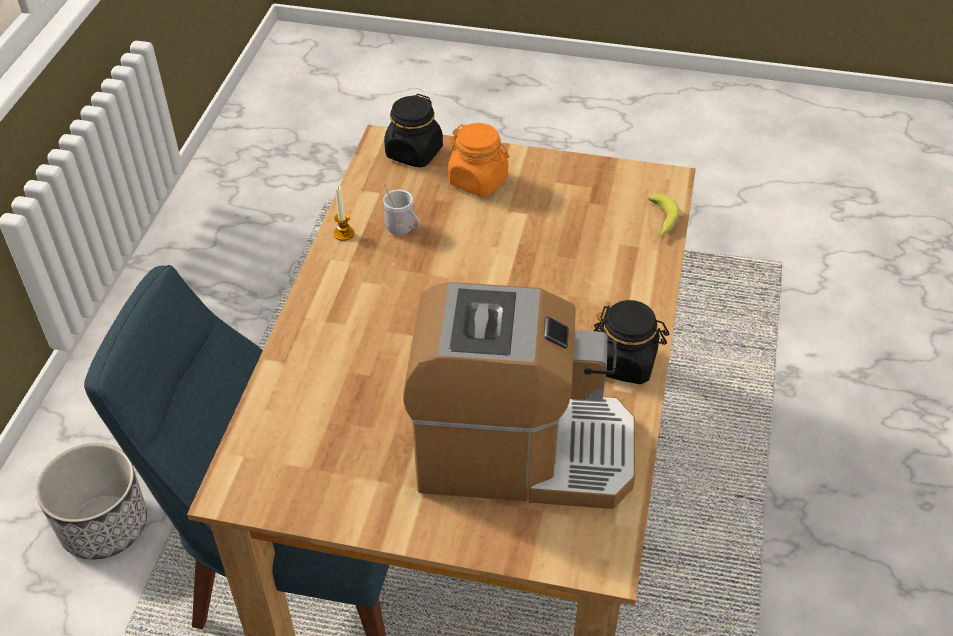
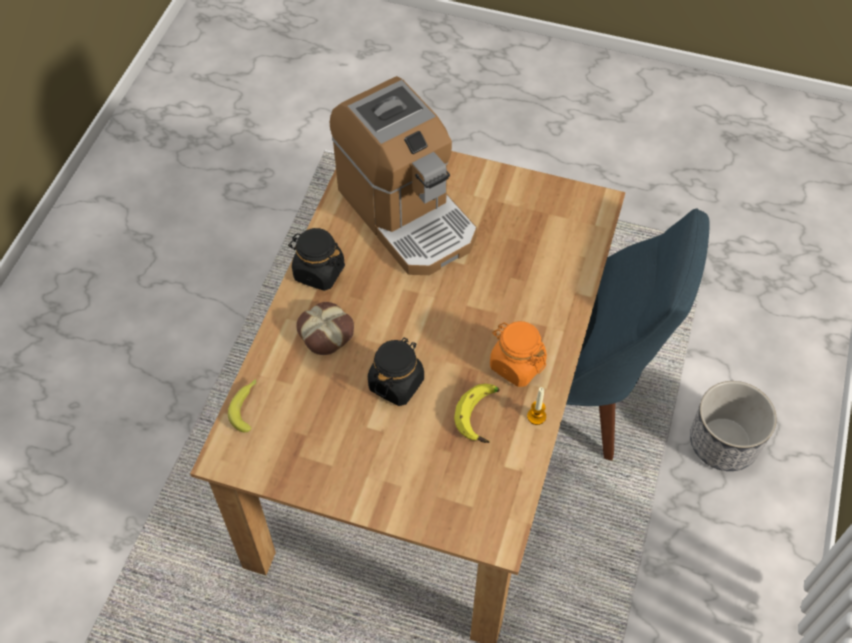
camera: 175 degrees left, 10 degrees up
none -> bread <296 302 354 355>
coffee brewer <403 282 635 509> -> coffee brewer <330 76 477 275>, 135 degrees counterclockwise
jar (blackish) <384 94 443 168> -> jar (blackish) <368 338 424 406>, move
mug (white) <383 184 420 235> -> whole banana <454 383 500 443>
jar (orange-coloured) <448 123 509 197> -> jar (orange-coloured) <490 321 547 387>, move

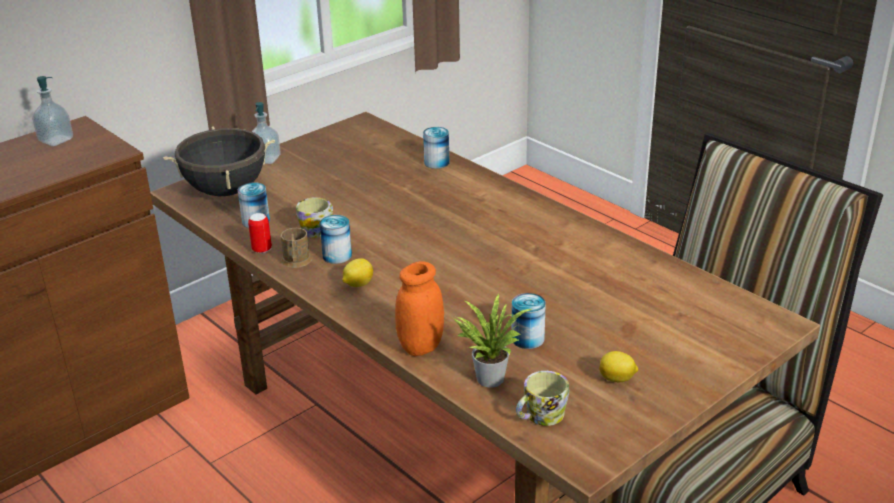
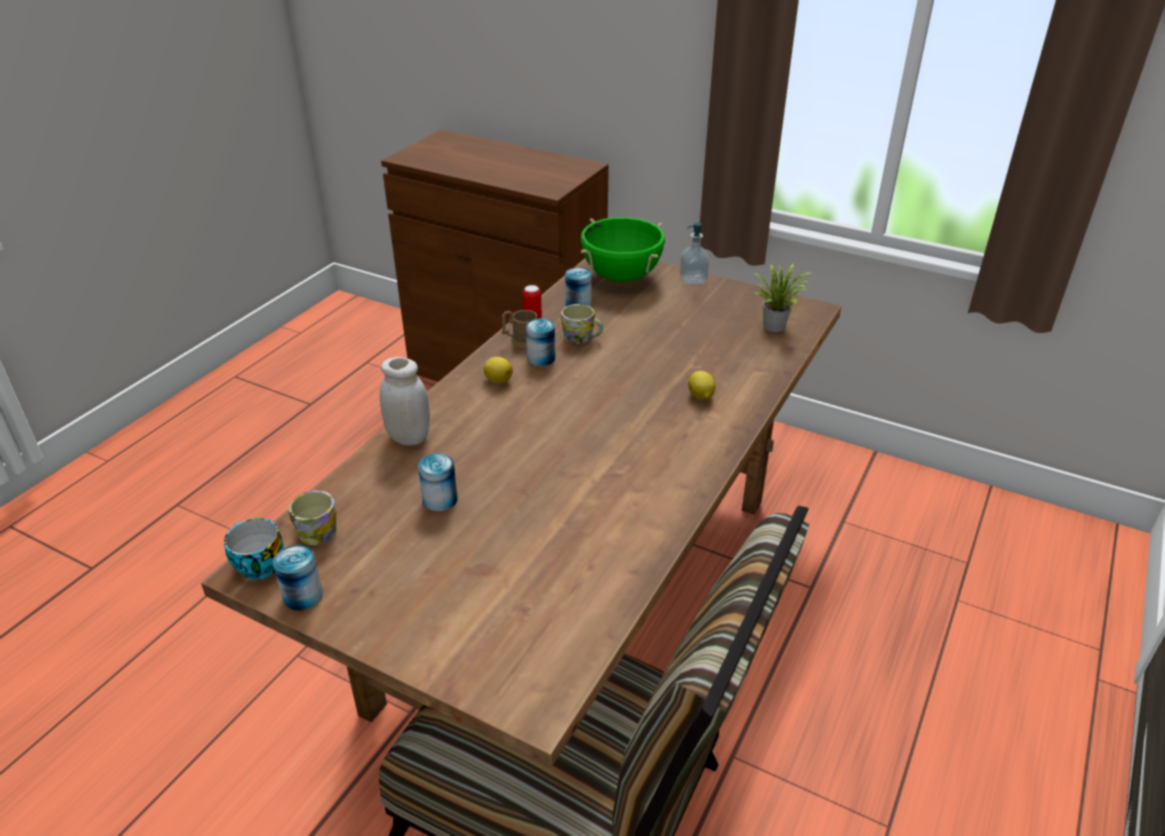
camera: 70 degrees right, 5 degrees up
none -> small cup <224 518 284 580>
sealed can <423 127 449 169> -> sealed can <273 545 323 611>, move
jar (orange-coloured) <395 261 444 356> -> jar (white) <380 357 430 446>
cooking pot (blackish) <163 127 275 196> -> cooking pot (greenish) <580 217 665 282>
lemon <599 351 638 382> -> lemon <688 371 716 400>, move
plant in a pot <454 294 531 388> -> plant in a pot <754 263 814 332>, move
soap dispenser <32 76 73 146> -> none

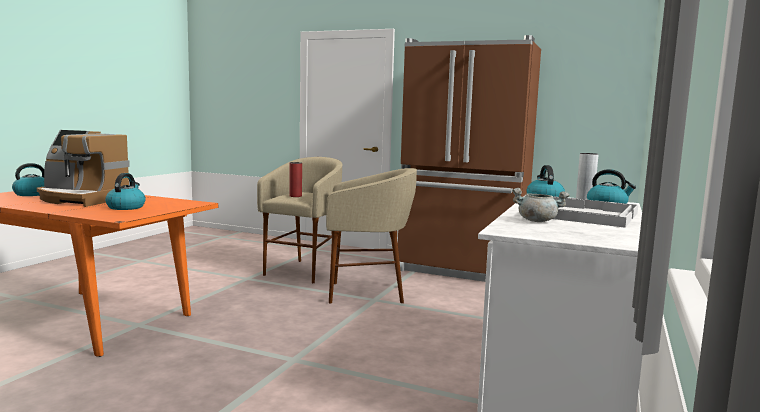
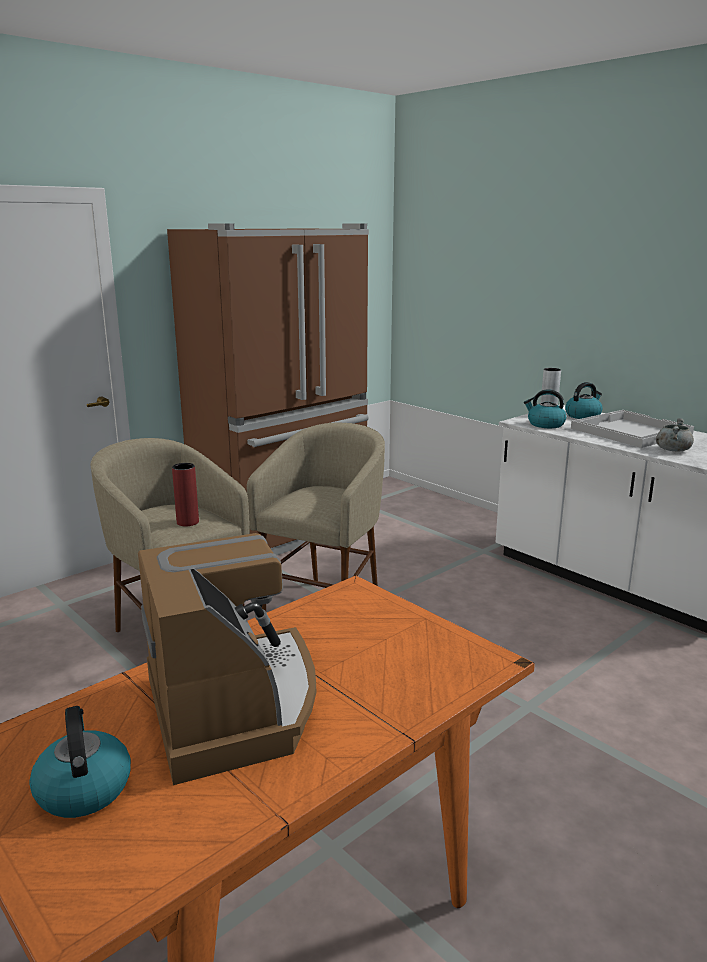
camera: 65 degrees left, 10 degrees up
coffee brewer <37 130 130 207> -> coffee brewer <138 533 316 785>, 60 degrees counterclockwise
water kettle <105 173 146 210> -> none

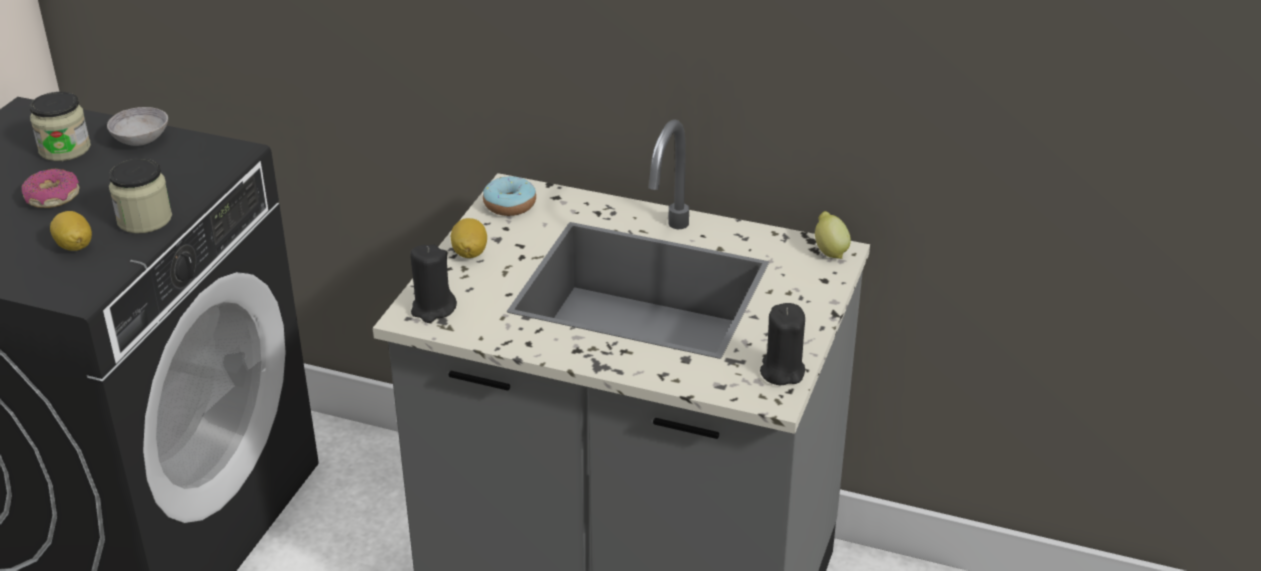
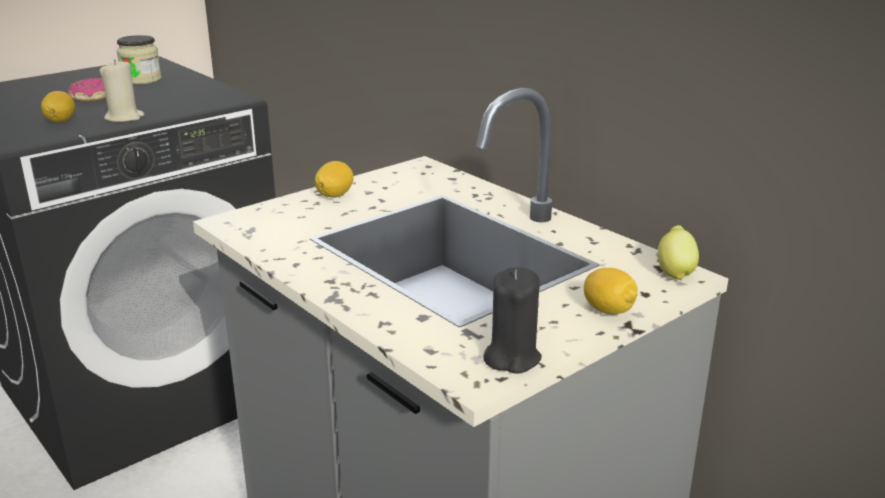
camera: 30 degrees right, 10 degrees down
jar <109 159 172 233> -> wax candle (beige-coloured) <100 59 144 122>
none -> lemon <584 268 638 314>
bowl (grey) <107 107 168 146> -> none
wax candle (blackish) <410 244 457 323> -> none
donut <483 176 536 216> -> none

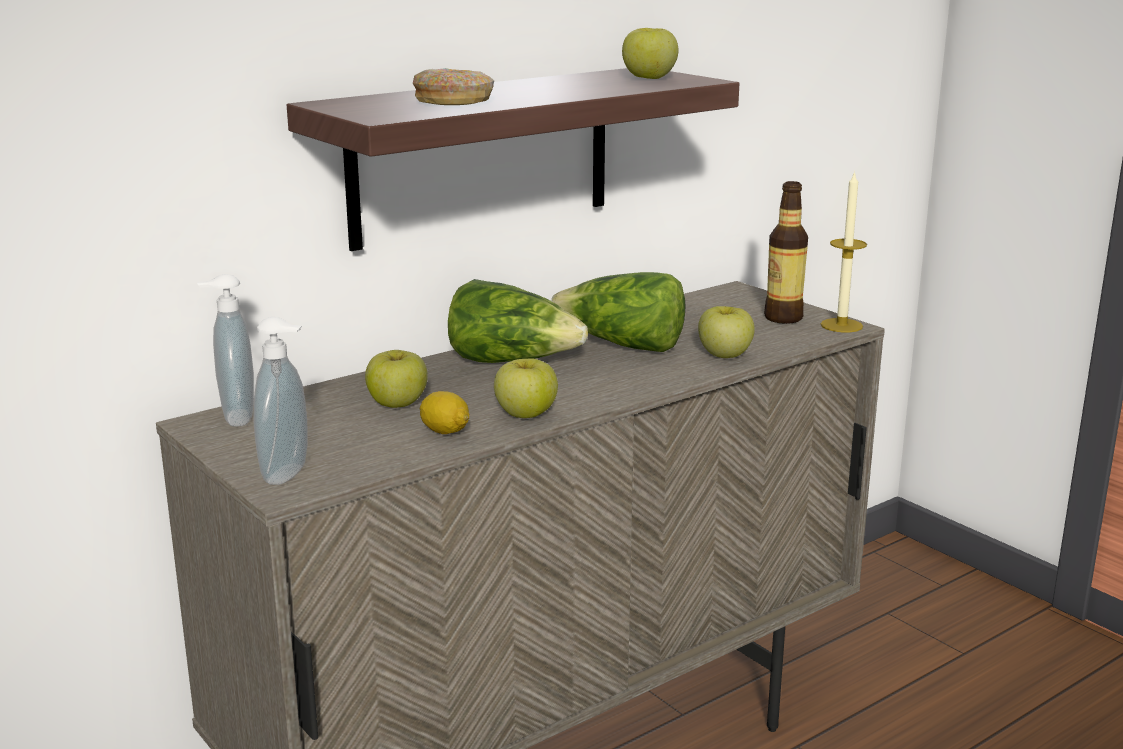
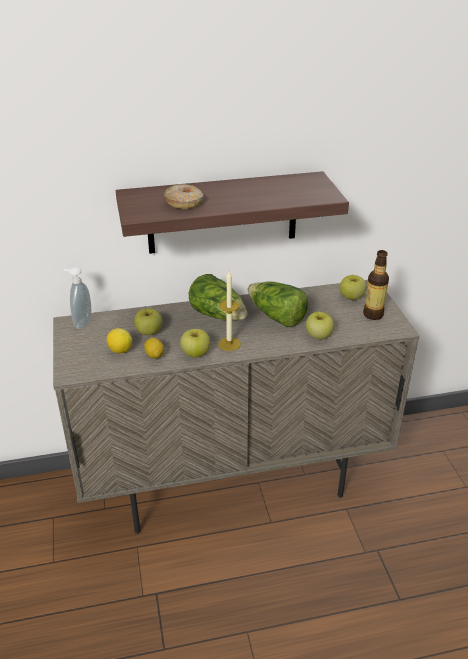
camera: 25 degrees right, 15 degrees up
none -> lemon <106 328 132 353>
wax candle <821 171 867 332> -> wax candle <218 272 241 351>, move
whole apple <622 28 678 79> -> whole apple <340 275 366 300>, move
soap dispenser <253 317 308 485> -> none

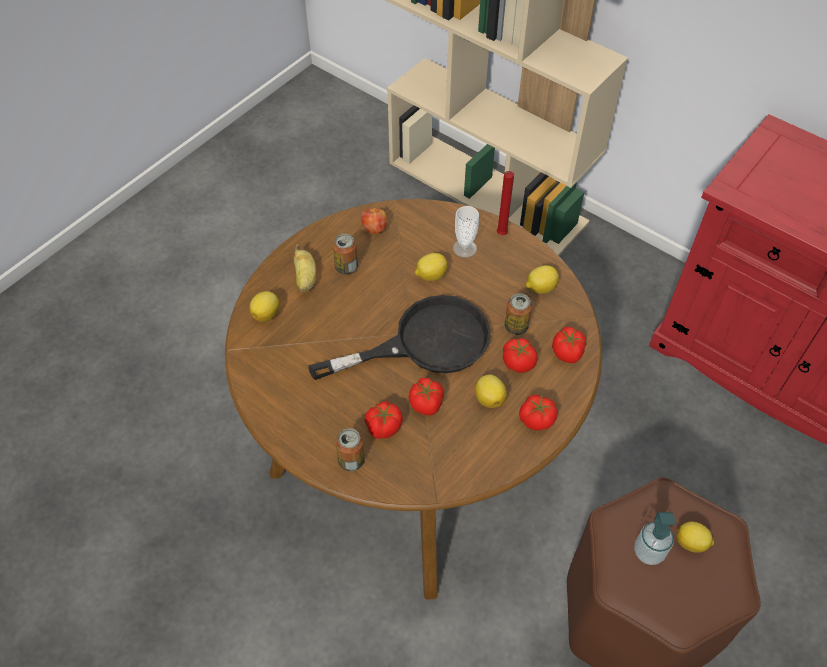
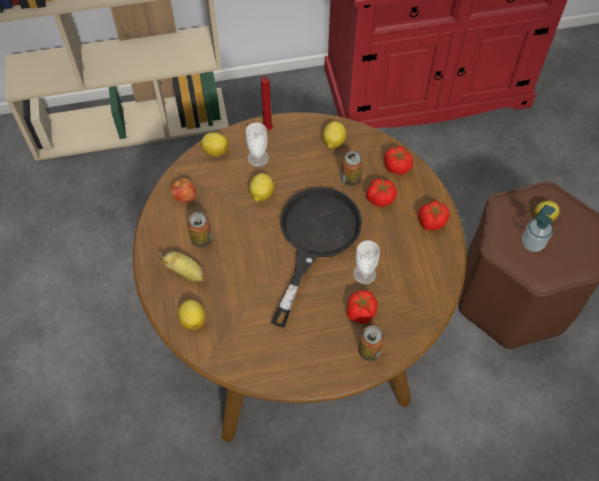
camera: 50 degrees left, 5 degrees up
lemon <475 374 507 408> -> lemon <200 132 229 157>, move
fresh tomato <409 378 444 416> -> small cup <353 240 380 284>

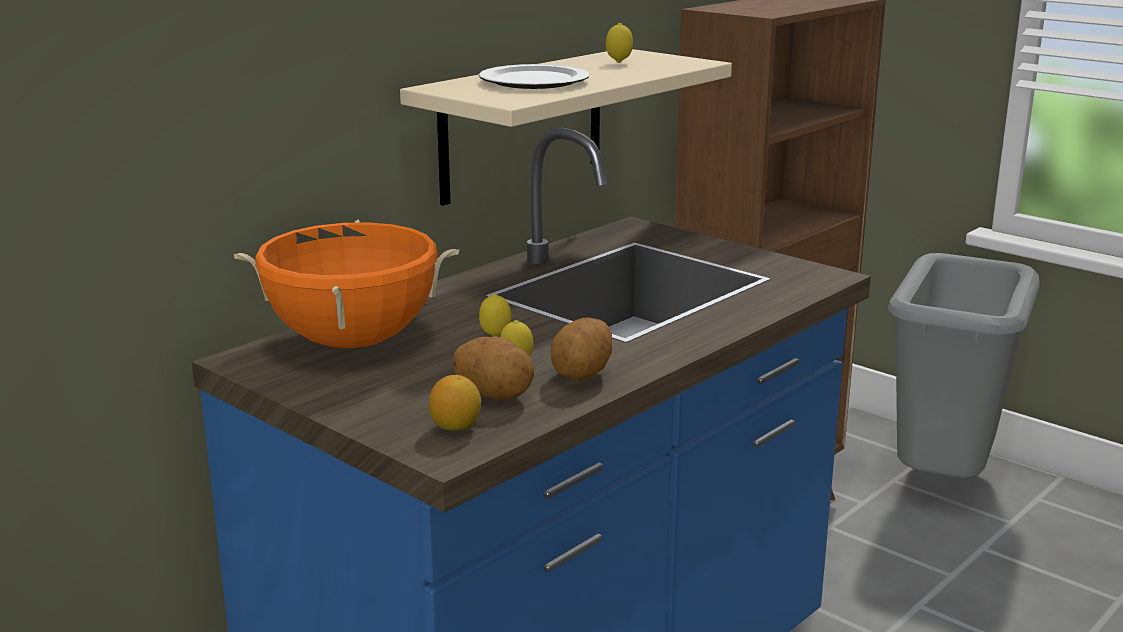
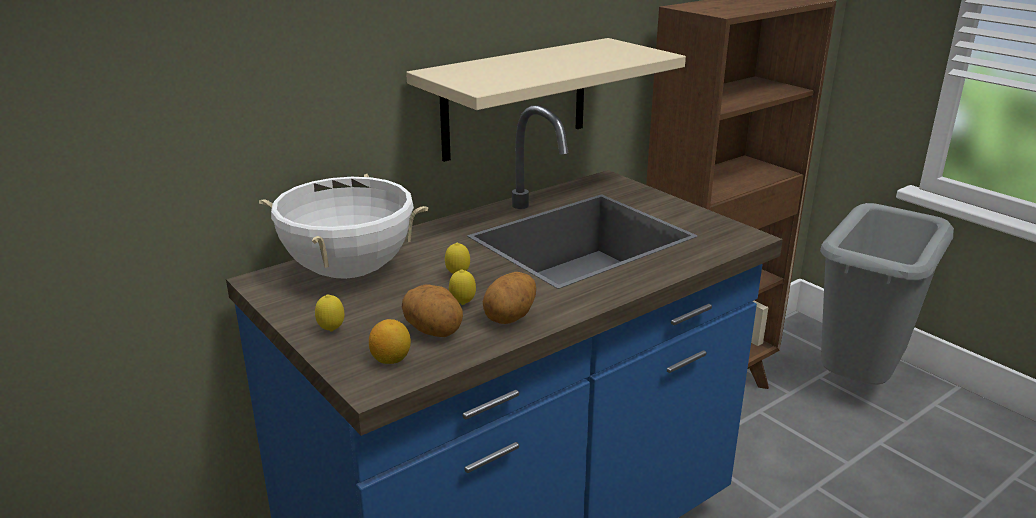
camera: 10 degrees right, 5 degrees up
cooking pot (orange-coloured) <234 220 459 348> -> cooking pot (white) <259 174 428 279>
lemon <606 23 633 63> -> lemon <315 294 344 331>, move
plate <479 64 590 89> -> none

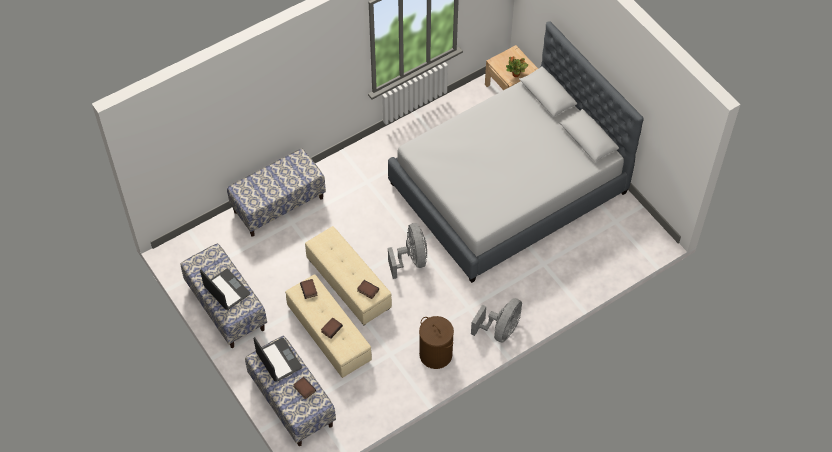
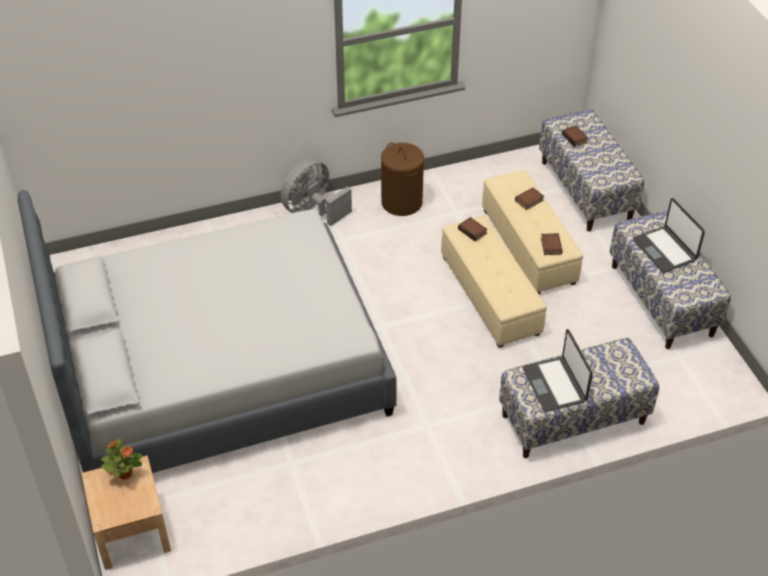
camera: 165 degrees left, 10 degrees down
portable computer <254 337 302 382> -> portable computer <523 329 593 412>, move
cooling fan (grey) <388 223 427 279> -> none

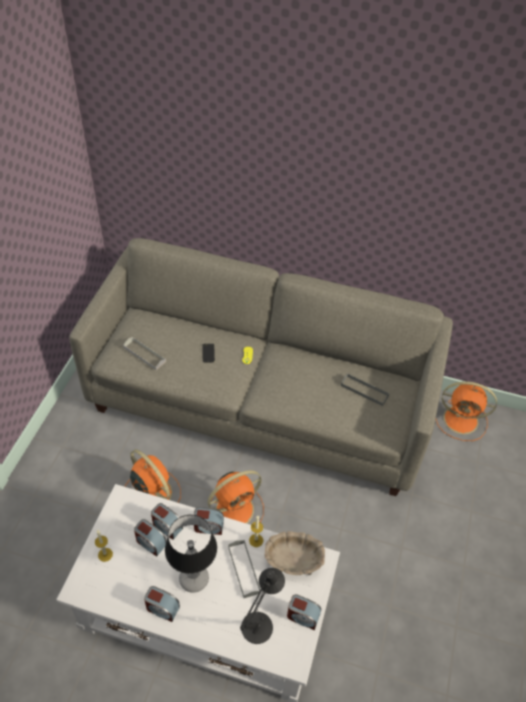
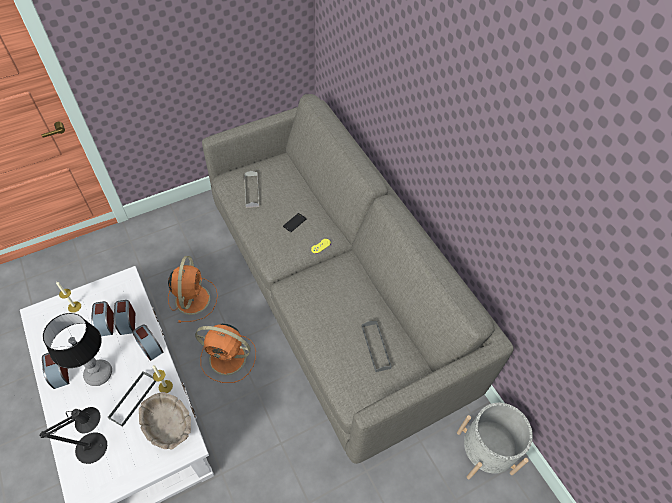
camera: 45 degrees right, 5 degrees up
cooling fan (orange-coloured) <436 382 497 441> -> planter (grey) <457 403 533 479>
table clock <287 594 321 630> -> none

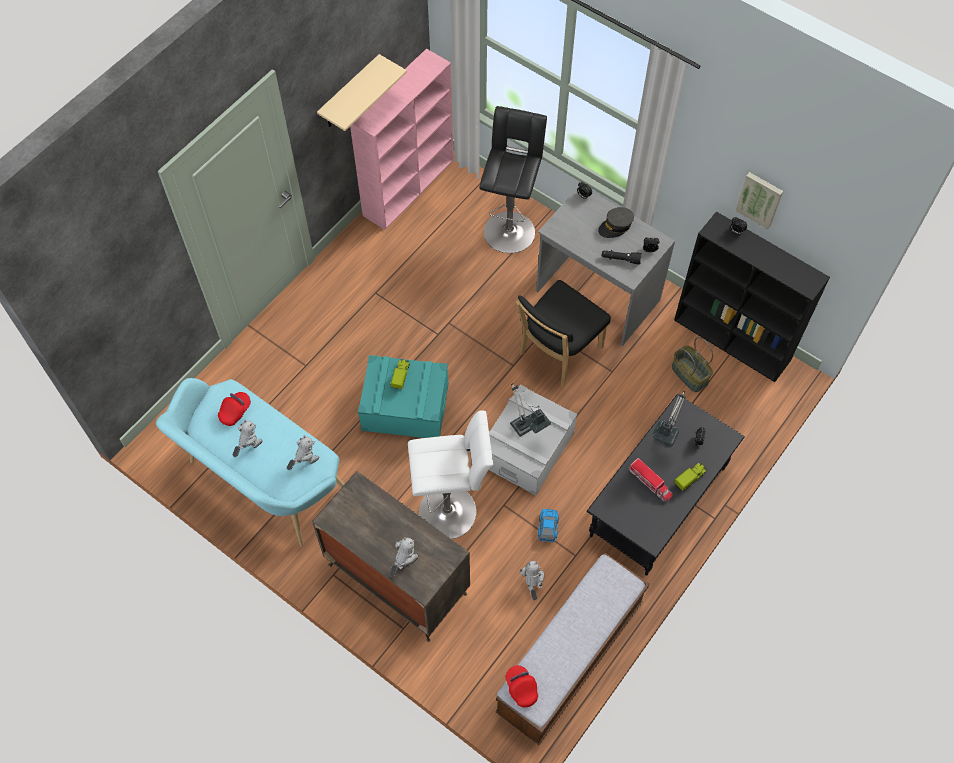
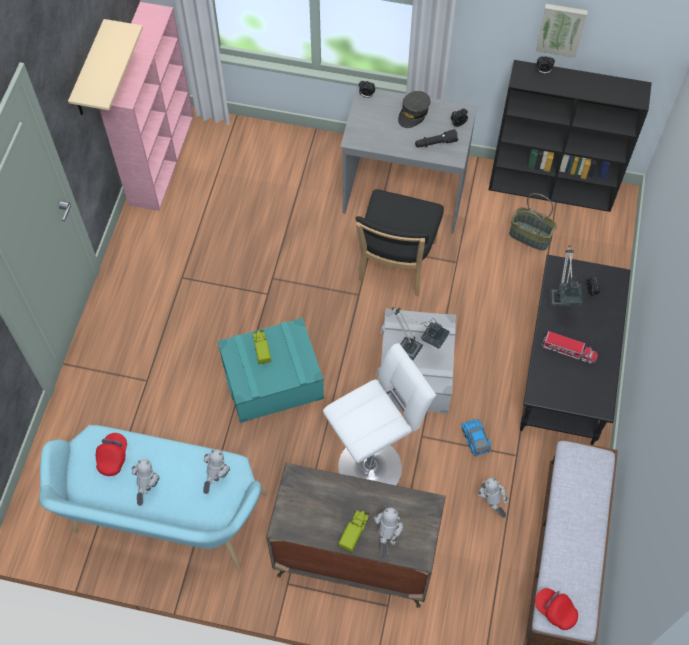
camera: 25 degrees left, 0 degrees up
model truck <674 463 707 491> -> model truck <338 509 369 552>, move
stool seat (blackish) <479 106 547 253> -> none

